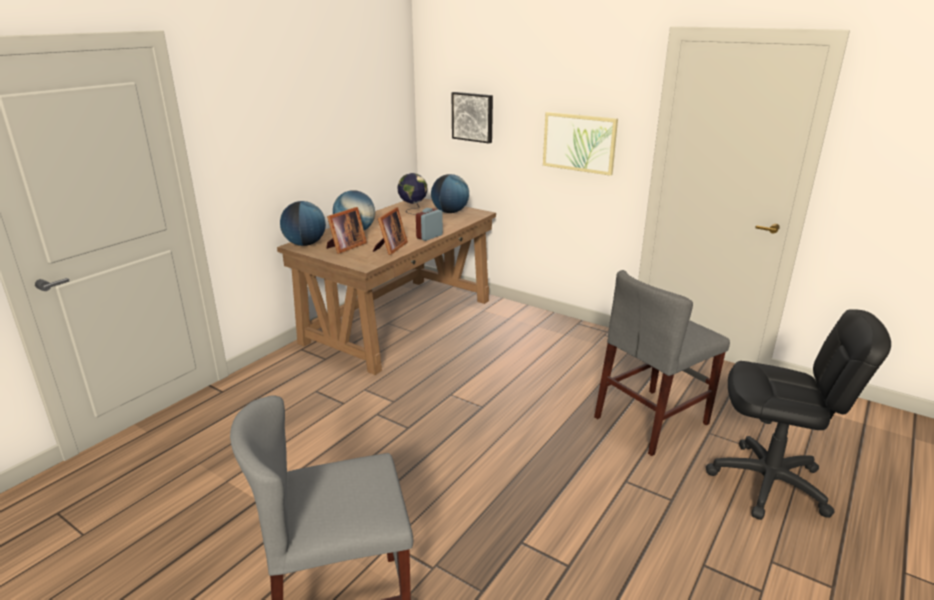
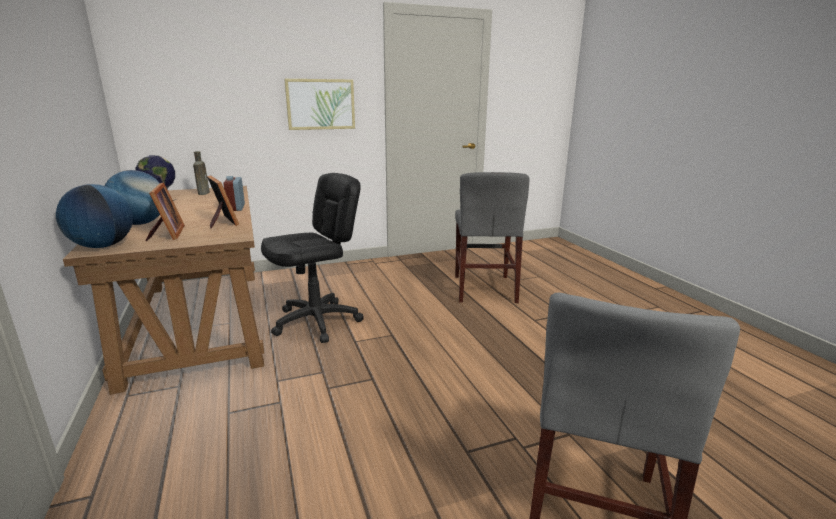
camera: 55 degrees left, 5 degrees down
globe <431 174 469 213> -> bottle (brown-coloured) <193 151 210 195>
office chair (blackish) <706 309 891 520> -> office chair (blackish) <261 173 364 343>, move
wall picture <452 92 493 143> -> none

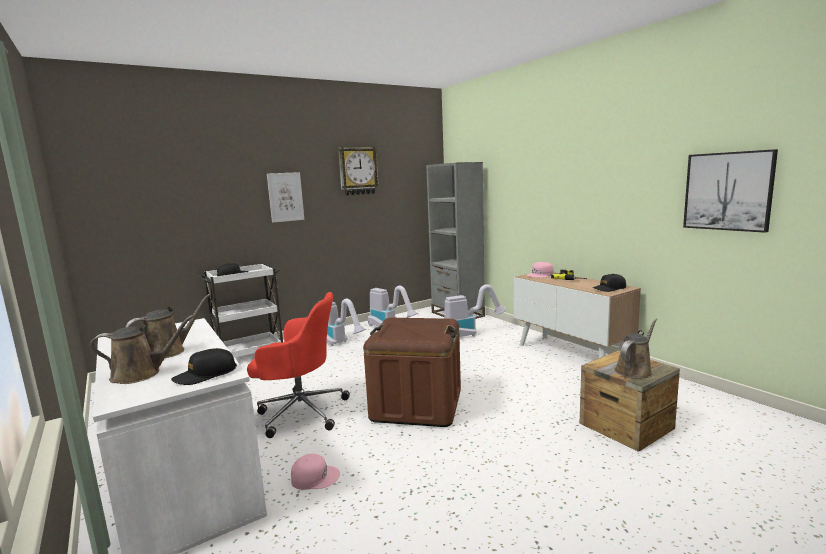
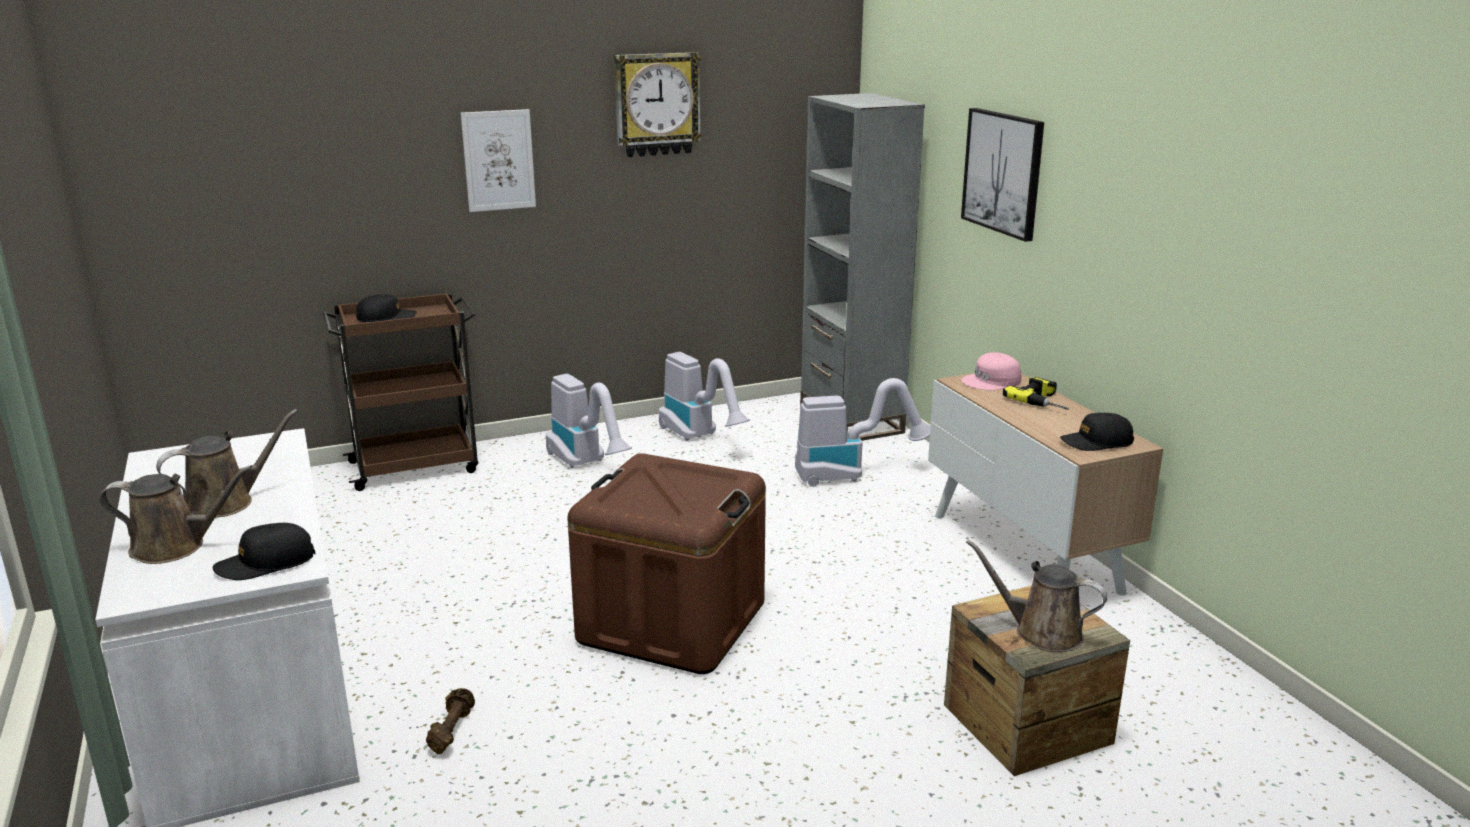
camera: 10 degrees right, 10 degrees up
wheeled cart (white) <198 263 283 358> -> wheeled cart (brown-coloured) <323 293 478 491>
peaked cap (pink) <291 454 340 490> -> free weight (brown-coloured) <426 688 475 754>
wall picture <683 149 778 233> -> wall picture <961 108 1044 242>, move
sprinkling can (brown-coloured) <615 319 657 379> -> sprinkling can (brown-coloured) <966 540 1107 652>, 120 degrees counterclockwise
office chair (reddish) <247 292 350 438> -> none

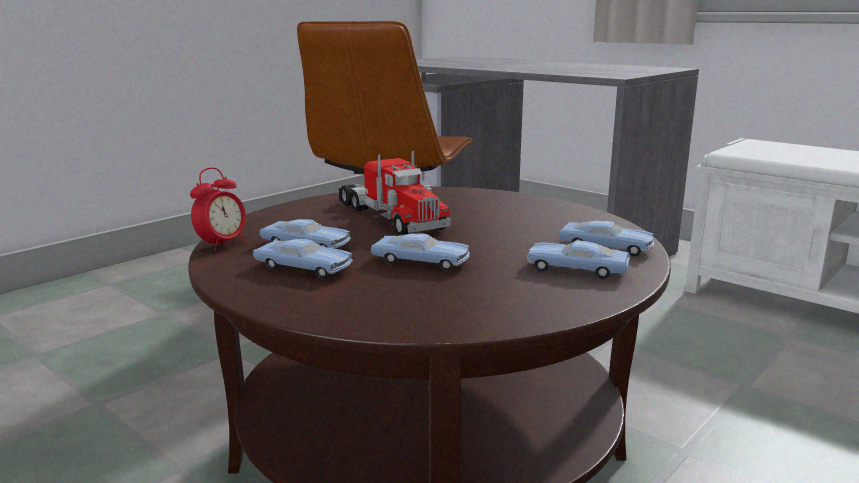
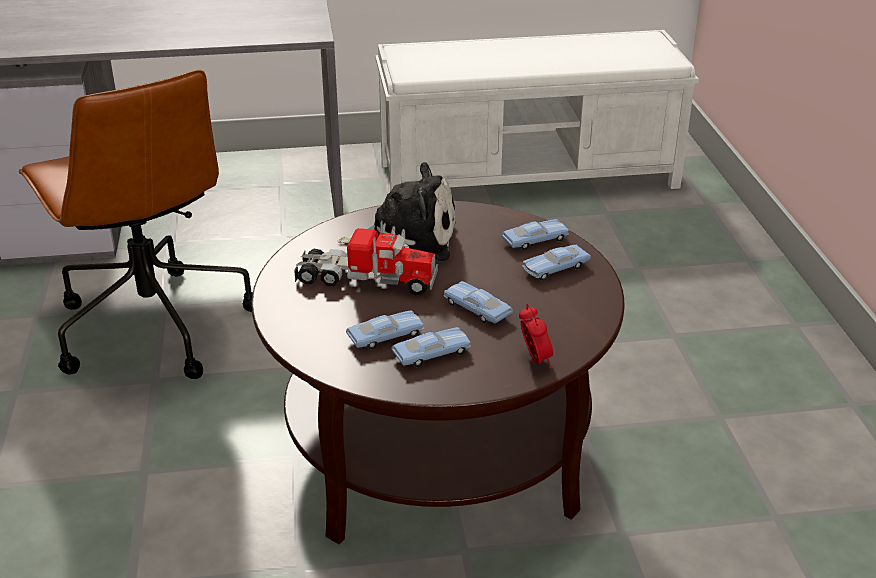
camera: 50 degrees left, 15 degrees up
none -> soft toy <338 162 456 262>
miniature car (blue) <371 233 470 271> -> miniature car (blue) <444 281 513 323>, 105 degrees counterclockwise
table clock <190 167 246 251> -> table clock <519 304 553 368>, move

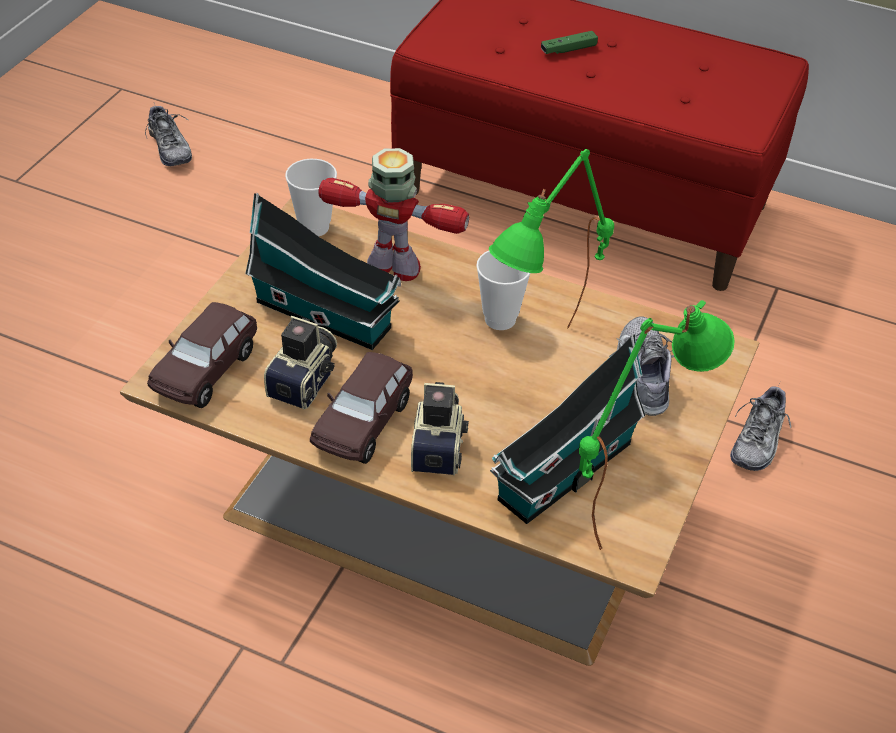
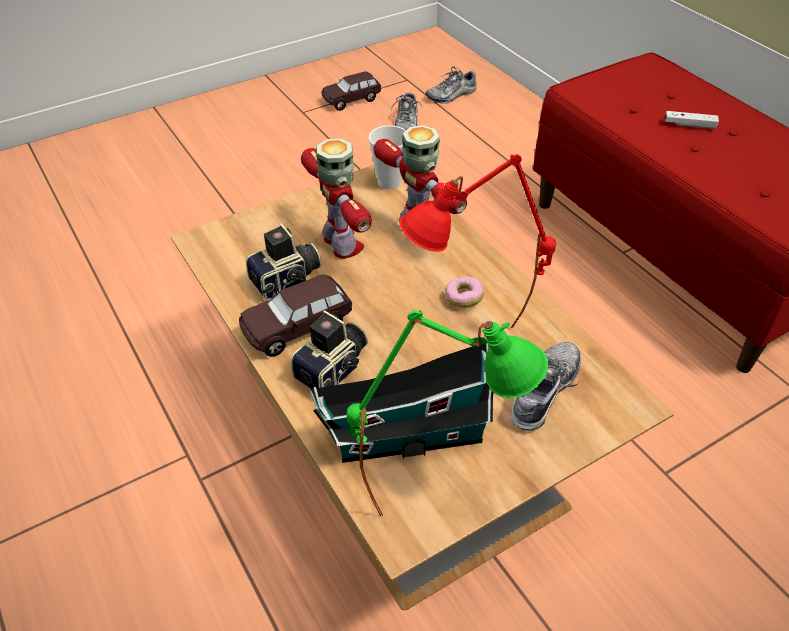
camera: 35 degrees right, 0 degrees up
model house <245 192 401 350> -> toy robot <301 138 372 259>
miniature car (brown-coloured) <147 302 257 408> -> miniature car (brown-coloured) <321 71 381 111>, move
table lamp (greenish) <489 149 614 328> -> table lamp (reddish) <399 154 556 328>
shoe <730 384 791 471> -> shoe <425 66 477 104>, move
small cup <476 251 530 330> -> donut <445 276 484 308>
game controller (greenish) <541 31 598 54> -> game controller (white) <665 111 719 129>

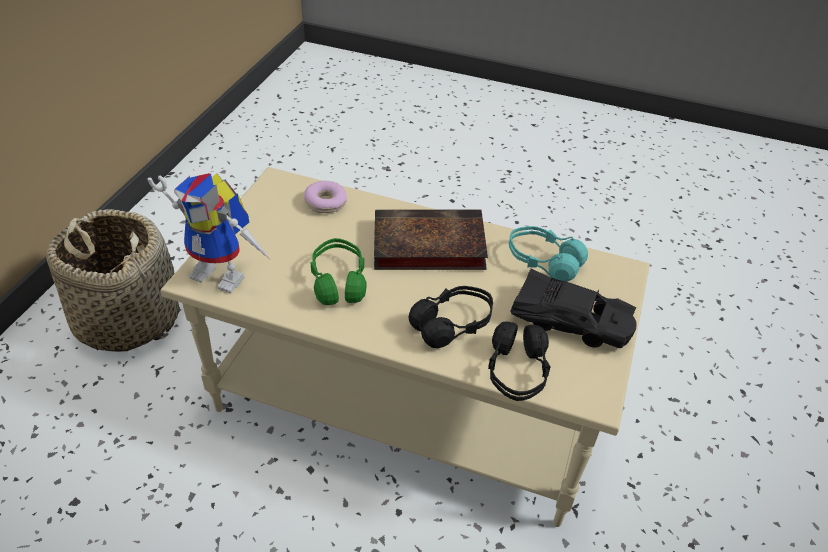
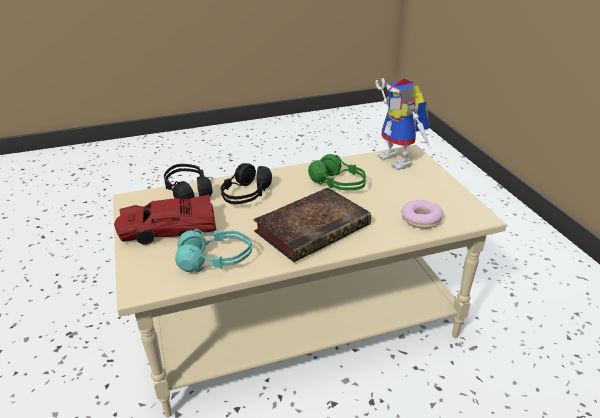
camera: 145 degrees right, 10 degrees down
miniature car (blackish) <510 269 636 348> -> miniature car (reddish) <114 195 216 245>
toy robot <148 173 270 293> -> toy robot <375 78 430 170>, 105 degrees counterclockwise
basket <46 209 180 352> -> none

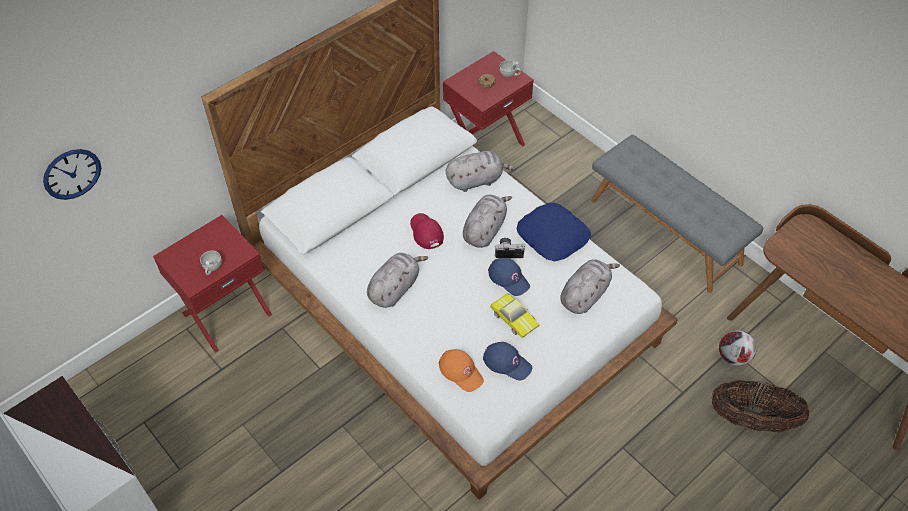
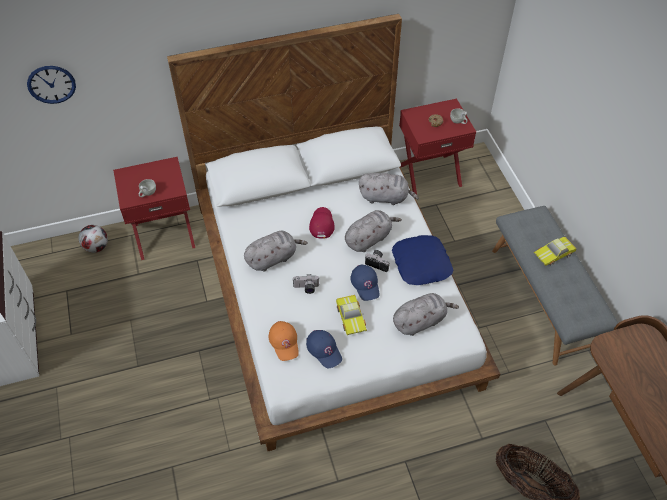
camera: 25 degrees right, 0 degrees up
ball for football <719 330 757 366> -> ball for football <78 225 108 253>, move
none -> photo camera <293 274 319 294>
none -> miniature car <534 237 576 266>

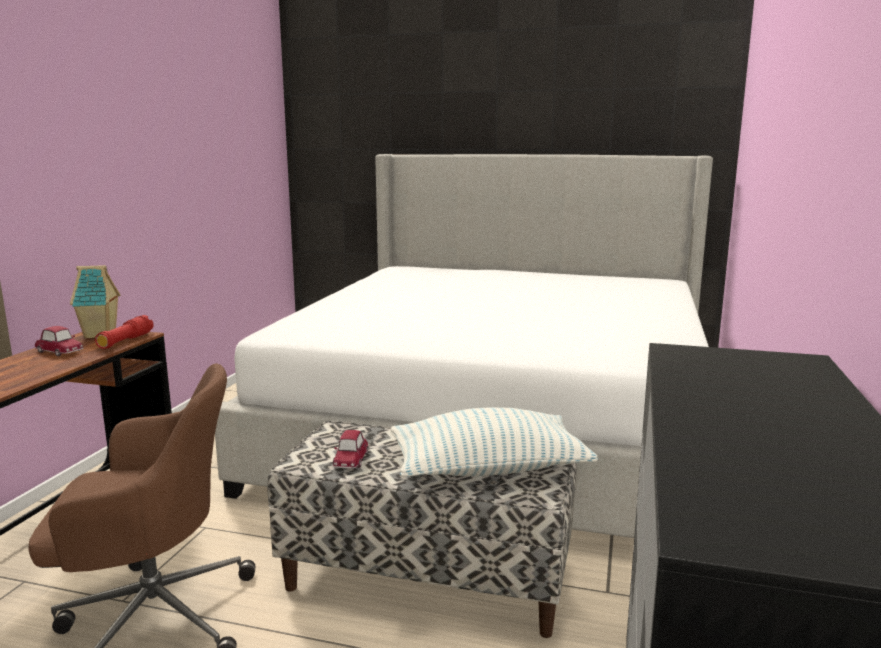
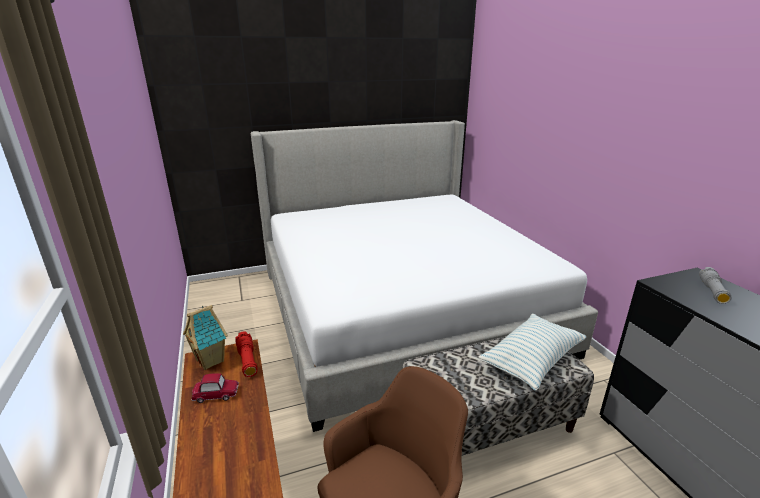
camera: 35 degrees left, 10 degrees up
none -> flashlight (grey) <699 267 732 304>
miniature car <333 430 368 468> -> none

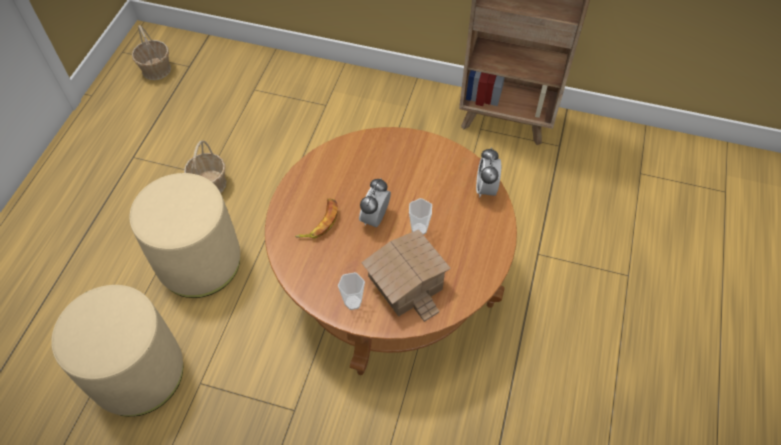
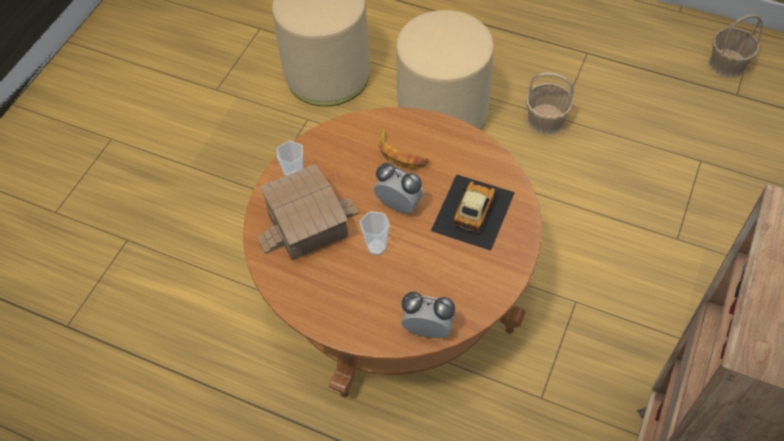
camera: 100 degrees right, 0 degrees up
none -> miniature car <431 174 515 251>

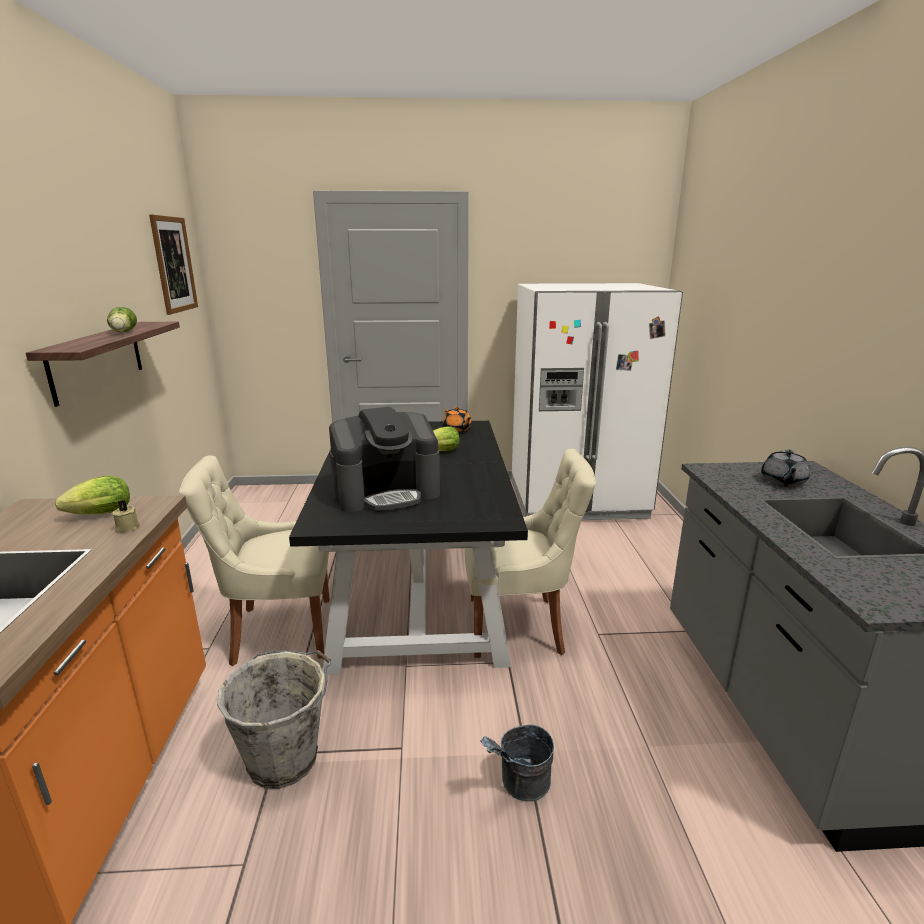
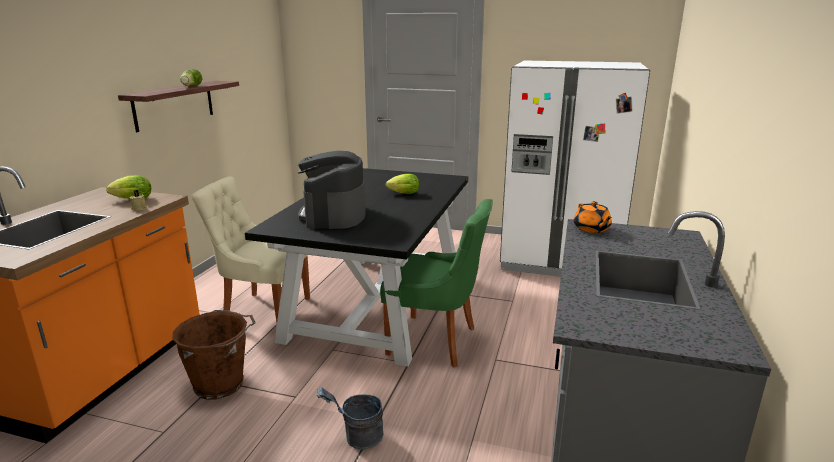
camera: 20 degrees right, 0 degrees up
pail (grey) <217 650 331 789> -> pail (brown-coloured) <172 310 256 400>
coffee brewer <329 407 440 512> -> coffee brewer <298 151 366 229>, 90 degrees clockwise
chair (beige-coloured) <465 449 596 658> -> chair (greenish) <380 199 493 367>
teapot (orange-coloured) <443 407 472 432> -> teapot (orange-coloured) <574 201 612 233>, move
wall picture <149 215 198 315> -> none
teapot (grey) <761 449 810 487> -> none

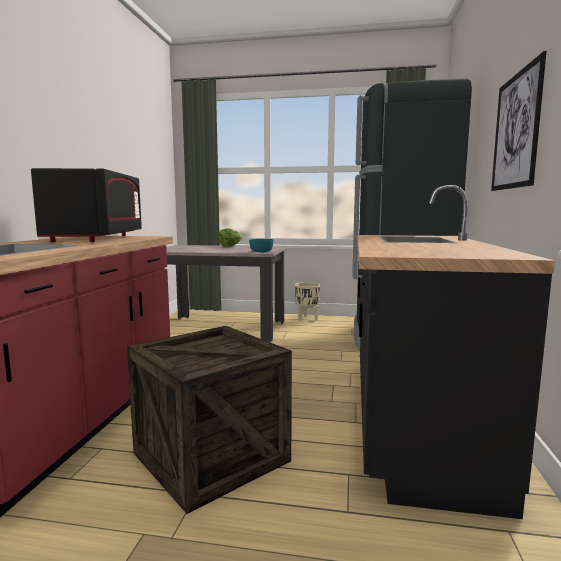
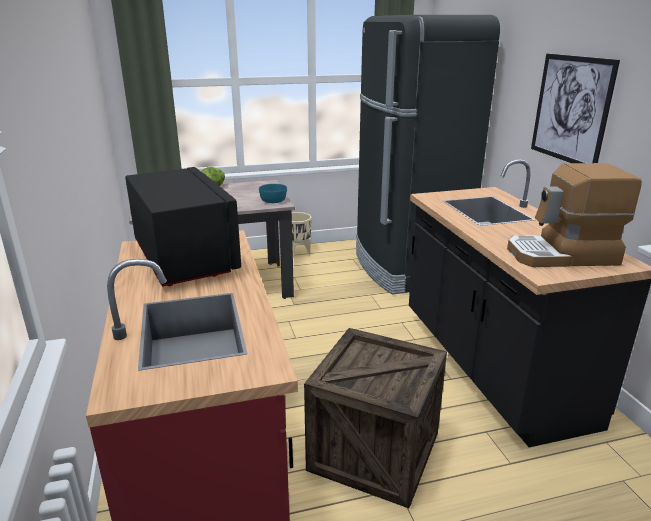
camera: 25 degrees left, 15 degrees up
none -> coffee brewer <507 163 642 267>

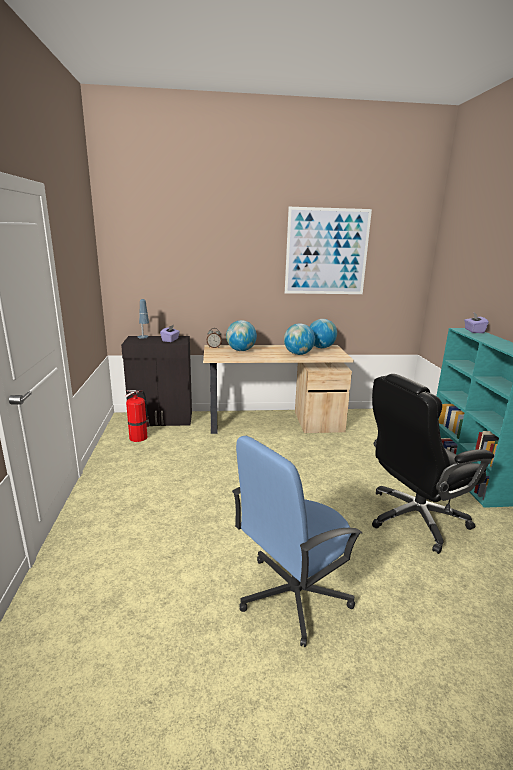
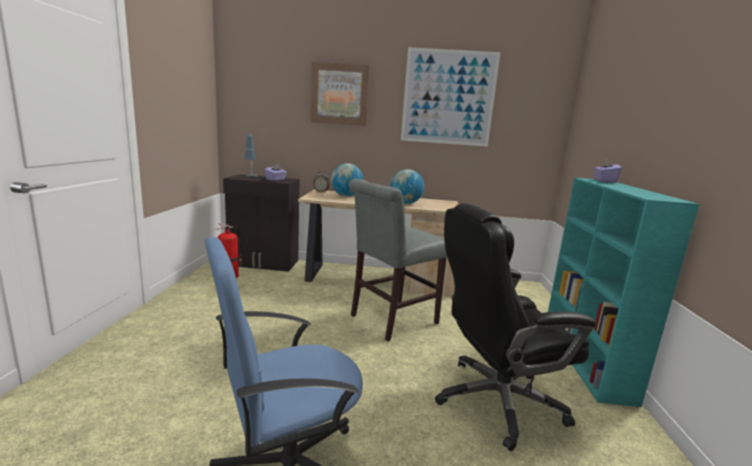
camera: 10 degrees right, 5 degrees down
none -> wall picture <310 62 370 126>
none -> chair (grey) <349 179 447 341>
globe <310 319 337 348> -> none

